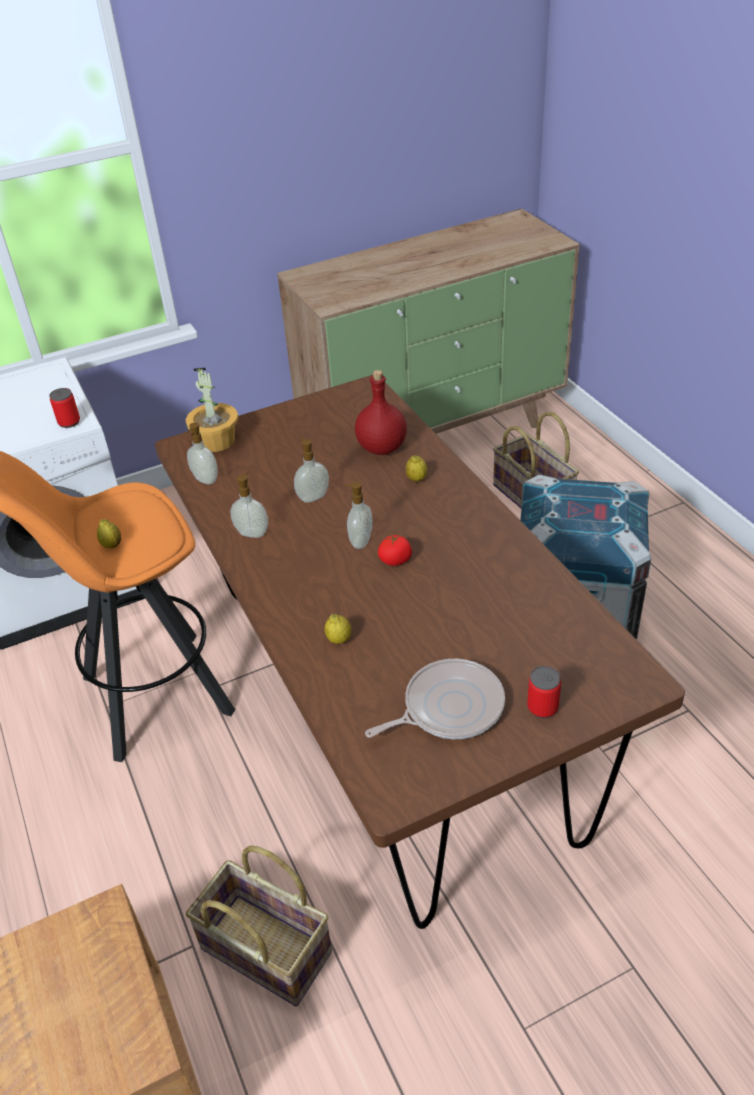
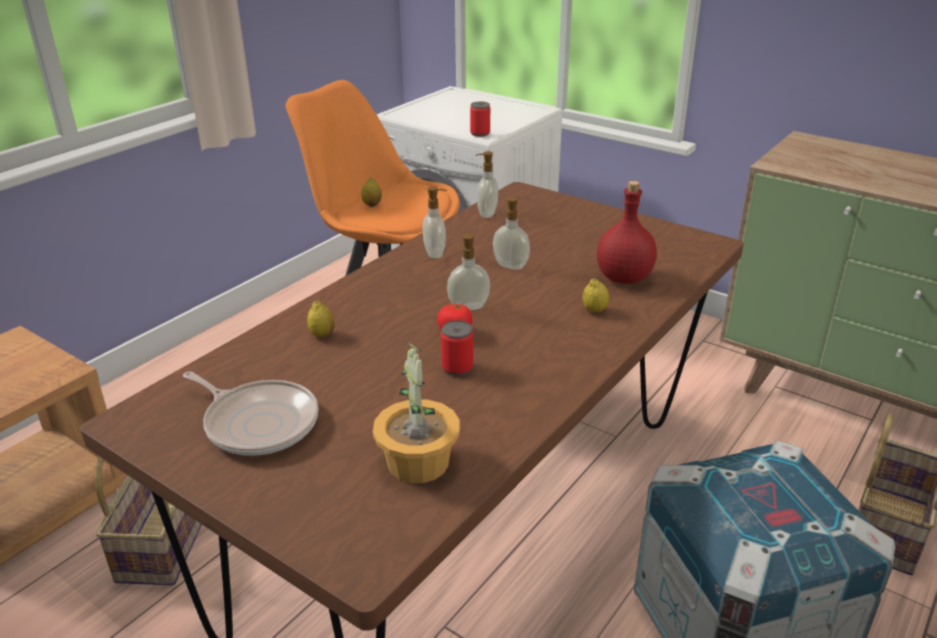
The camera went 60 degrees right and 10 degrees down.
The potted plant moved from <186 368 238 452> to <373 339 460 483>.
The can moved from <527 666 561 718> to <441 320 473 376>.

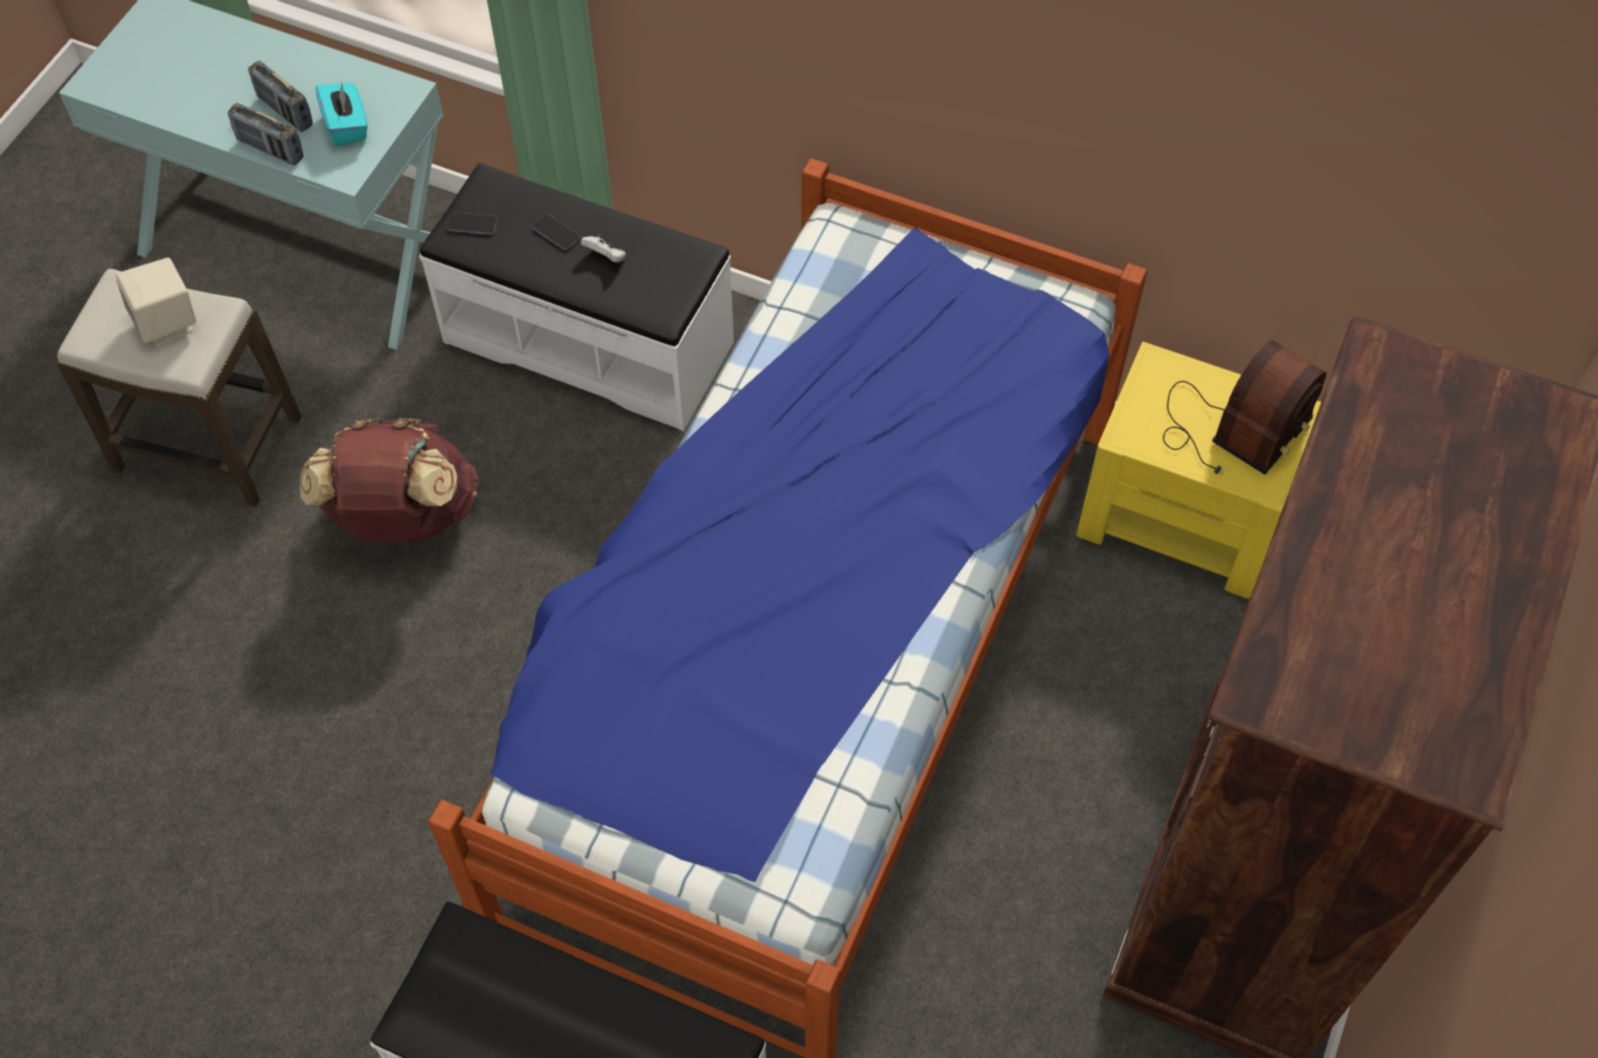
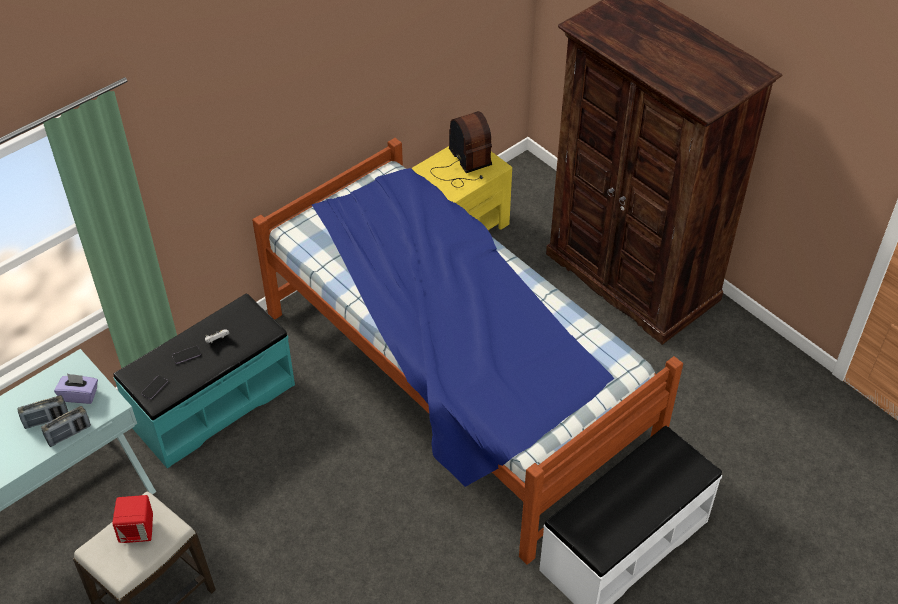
The camera went 65 degrees left and 10 degrees down.
The turquoise tissue box at <316 83 368 146> became the purple tissue box at <54 373 98 404>.
The white bench at <419 163 734 431> became the turquoise bench at <113 294 295 469>.
The beige speaker at <116 258 196 347> became the red speaker at <112 495 153 543>.
The brown backpack at <300 418 478 543> disappeared.

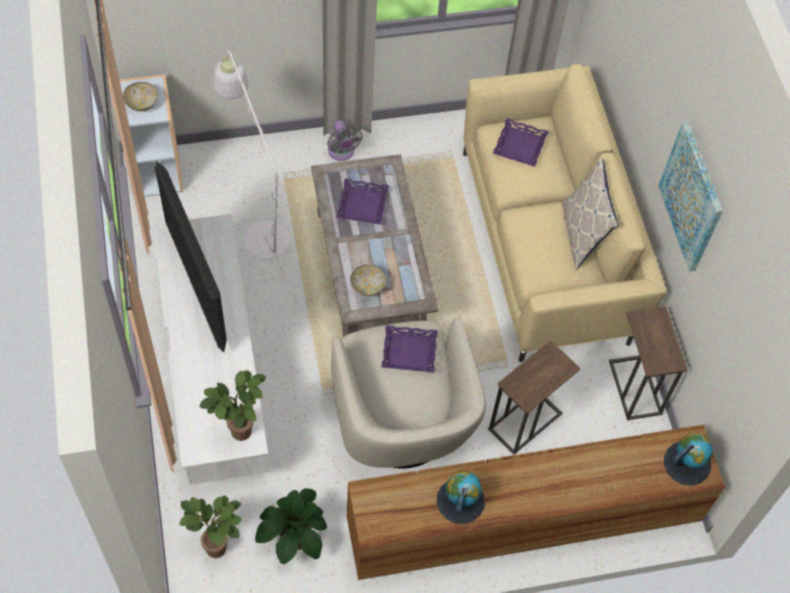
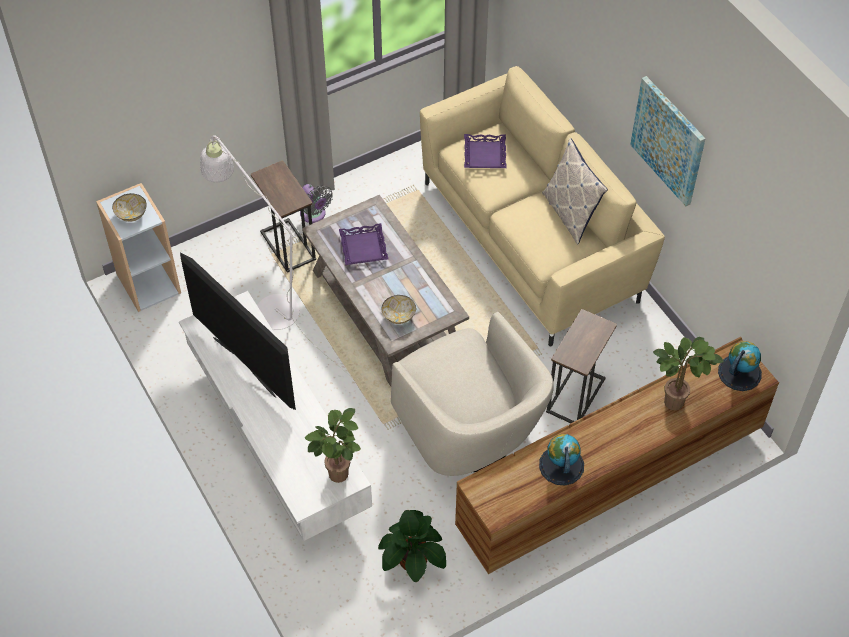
The camera went 15 degrees left and 5 degrees down.
The brown side table moved from <609 306 687 421> to <251 160 316 273>.
The purple tray at <381 325 438 373> disappeared.
The potted plant moved from <179 495 242 558> to <653 337 724 411>.

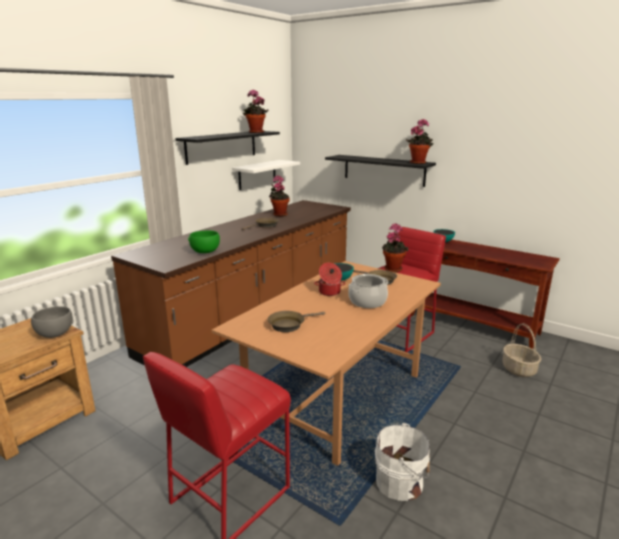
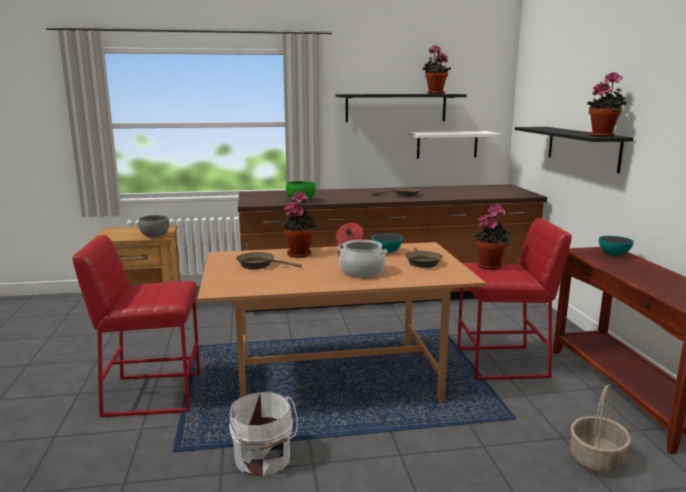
The camera went 45 degrees right and 5 degrees down.
The potted plant moved from <269 175 290 217> to <278 191 319 258>.

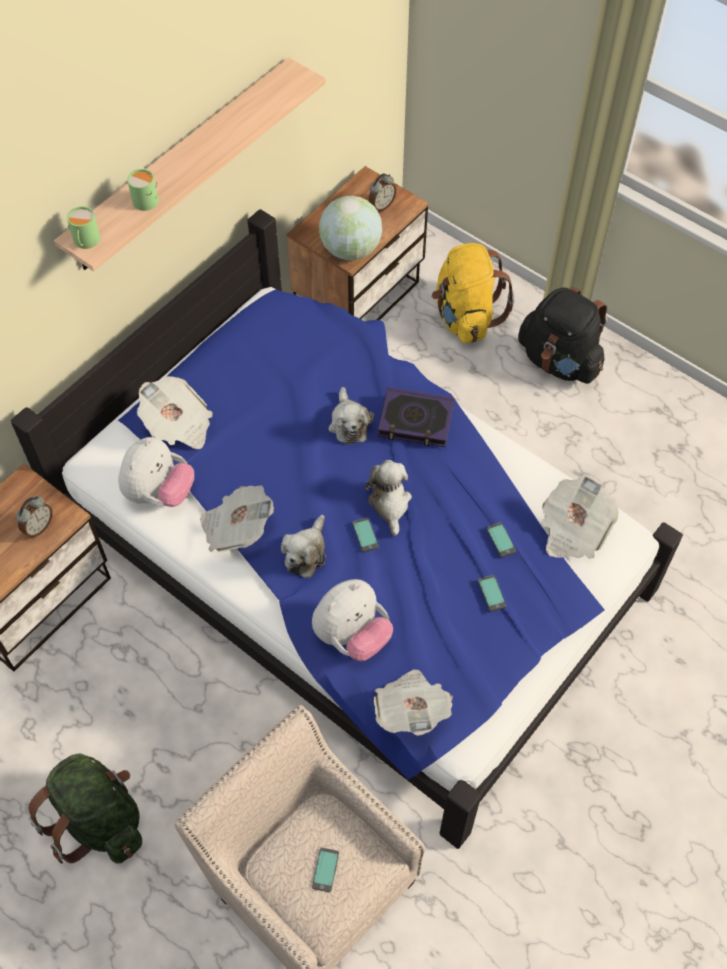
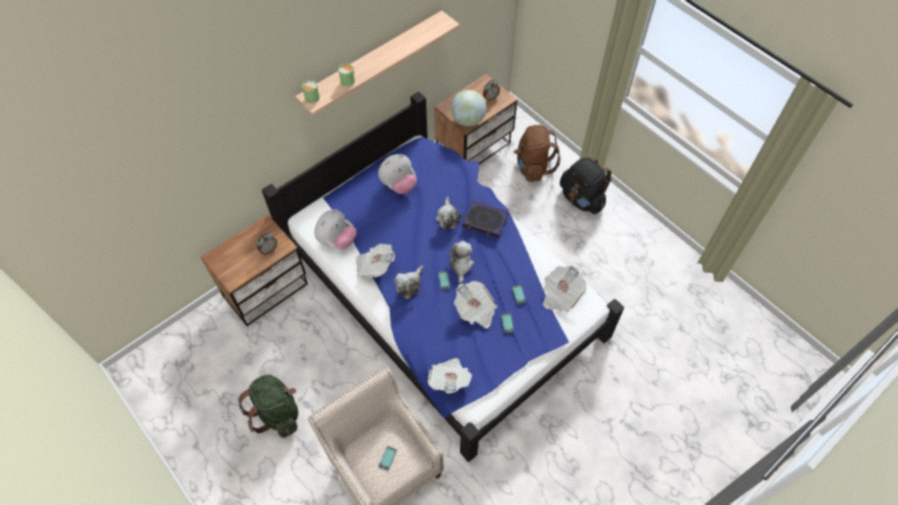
The camera went 10 degrees right and 0 degrees up.
The yellow backpack at <432 243 515 344> became the brown backpack at <514 125 561 182>.
The newspaper moved from <137 376 213 449> to <454 281 497 328>.
The plush toy moved from <312 579 393 661> to <378 154 417 194>.

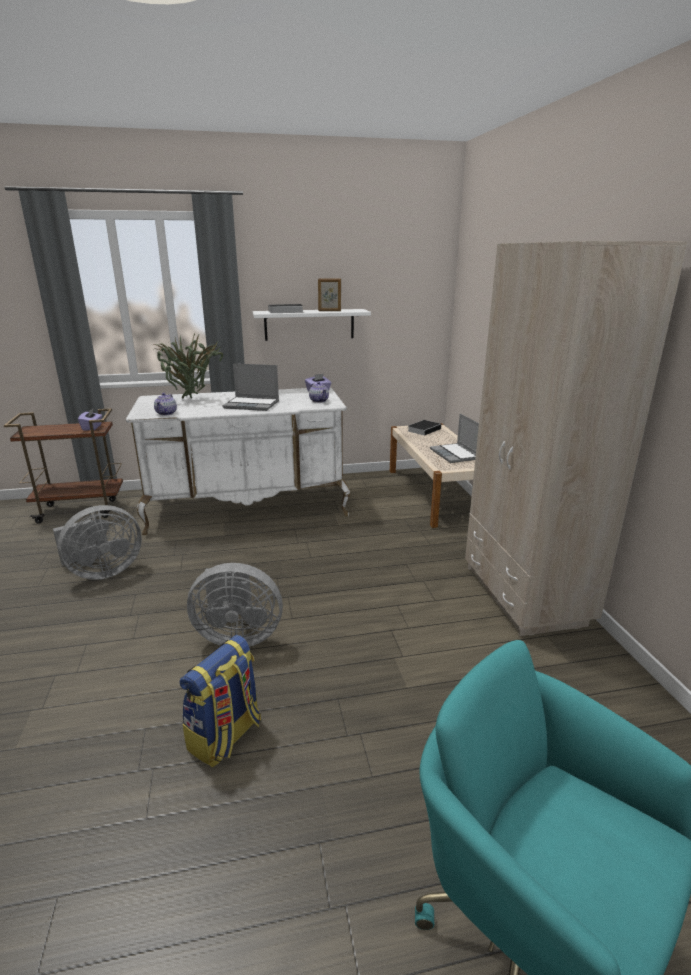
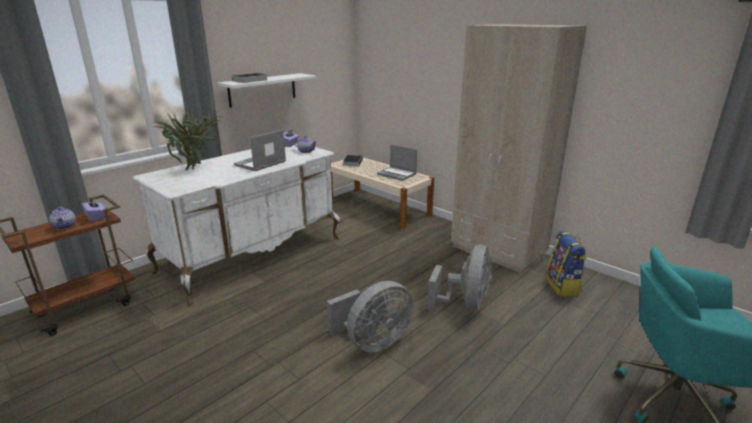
The camera went 35 degrees left and 0 degrees up.
The picture frame at <318 279 341 311> disappeared.
The laptop at <222 363 279 411> turned 150 degrees clockwise.
The teapot moved from <154 393 177 416> to <49 206 76 230>.
The grey fan moved from <53 505 142 580> to <427 244 492 311>.
The backpack moved from <179 635 261 767> to <546 230 587 296>.

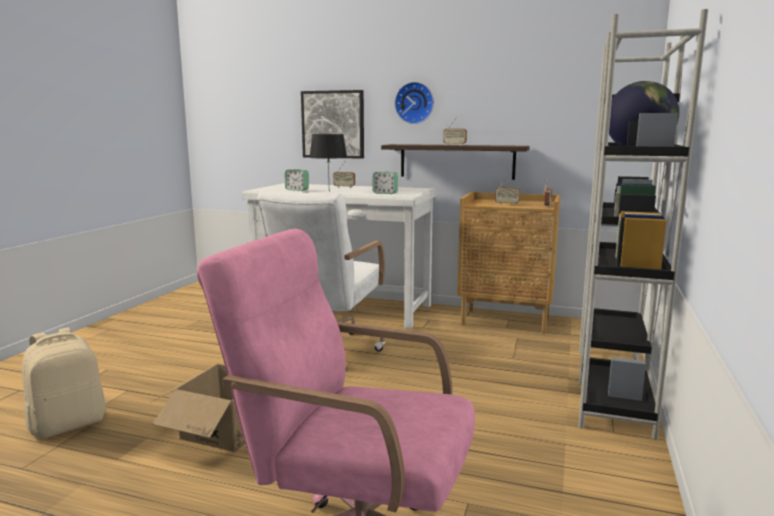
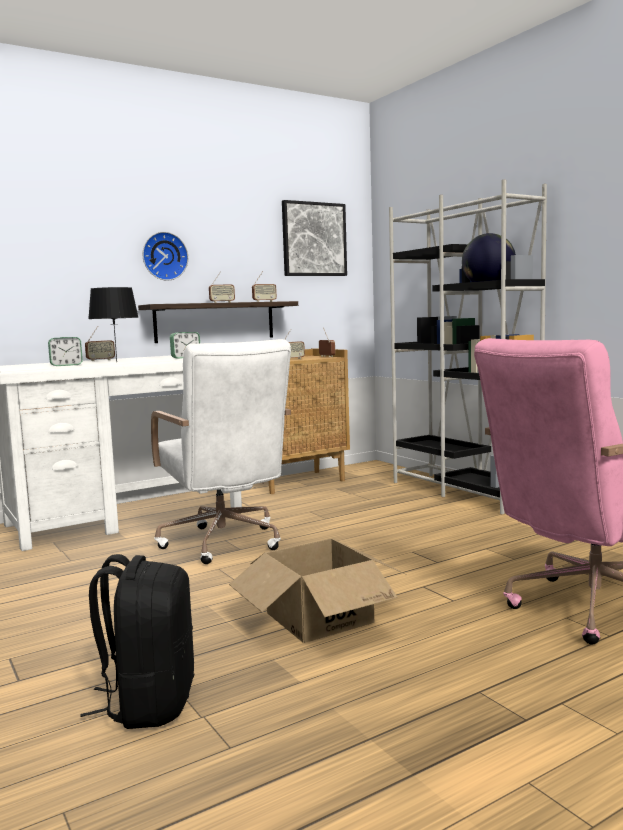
The camera went 50 degrees left and 5 degrees down.
The picture moved from <301 90 364 159> to <282 200 347 276>.
The beige backpack at <22 328 106 439> became the black backpack at <80 554 194 729>.
The radio at <252 271 277 302> appeared.

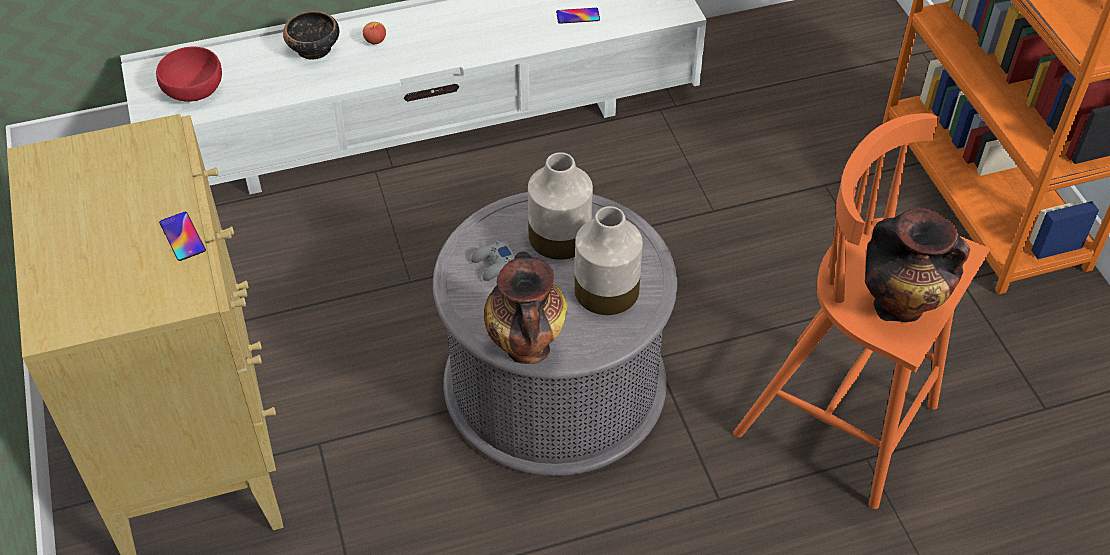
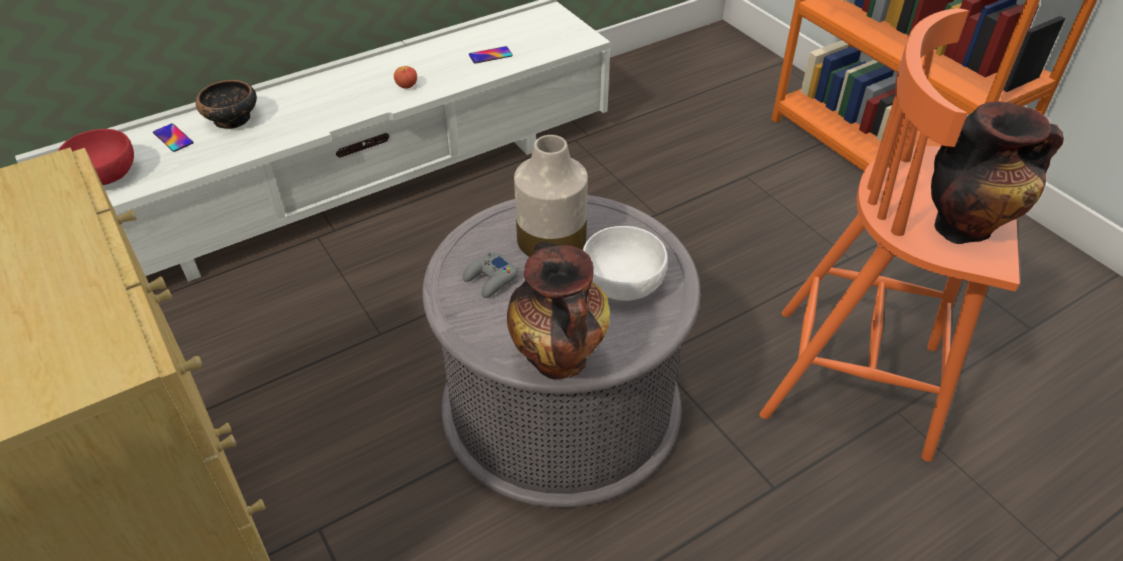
The camera went 15 degrees left and 5 degrees down.
The apple moved from <363 22 386 44> to <394 66 417 89>.
The beige vase at <574 206 643 315> was replaced by the white bowl at <583 226 668 301>.
The phone moved from <159 212 206 261> to <153 123 194 152>.

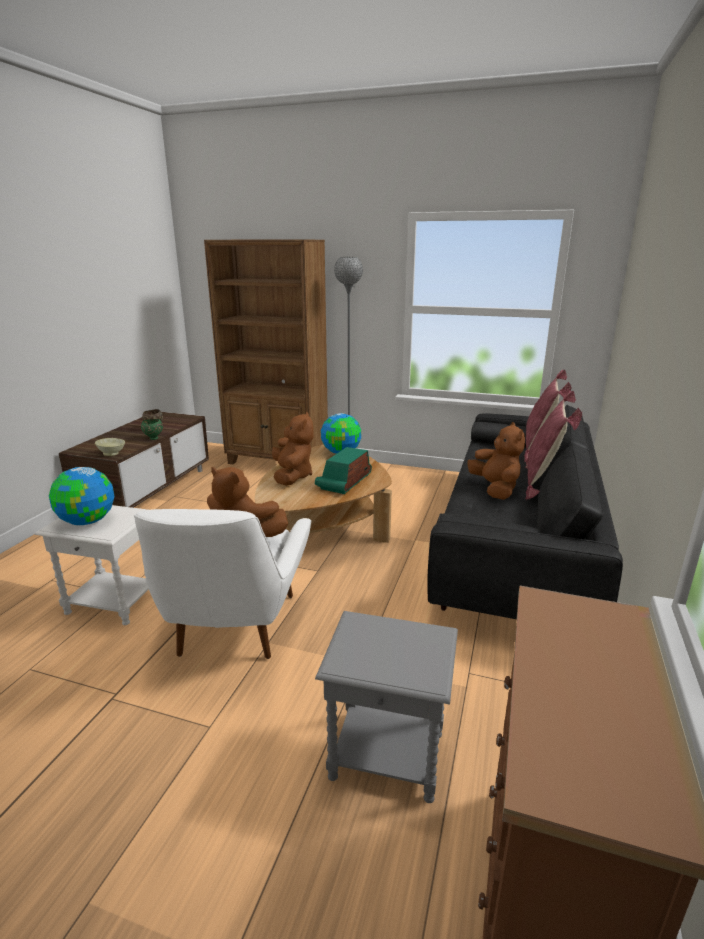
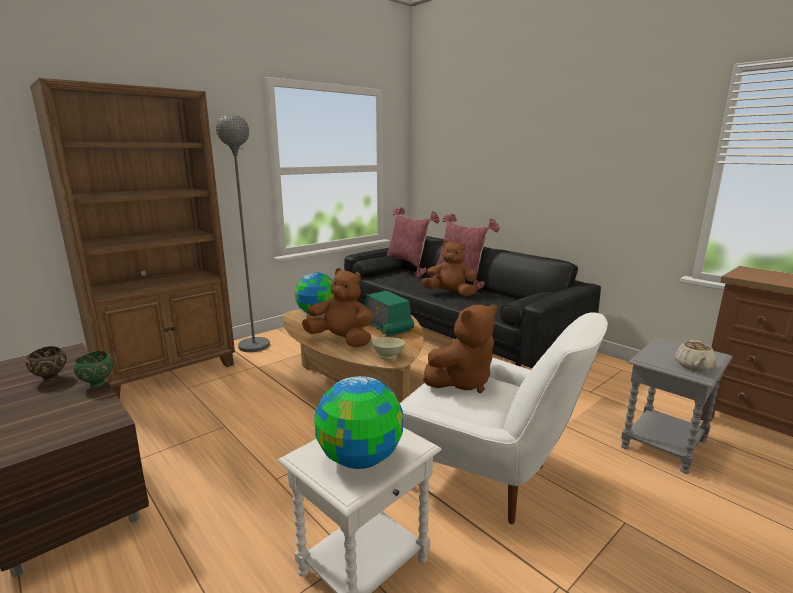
The camera went 60 degrees left and 5 degrees down.
The beige bowl moved from <95 438 125 456> to <372 337 405 360>.
The beige teapot at <675 340 716 371> appeared.

